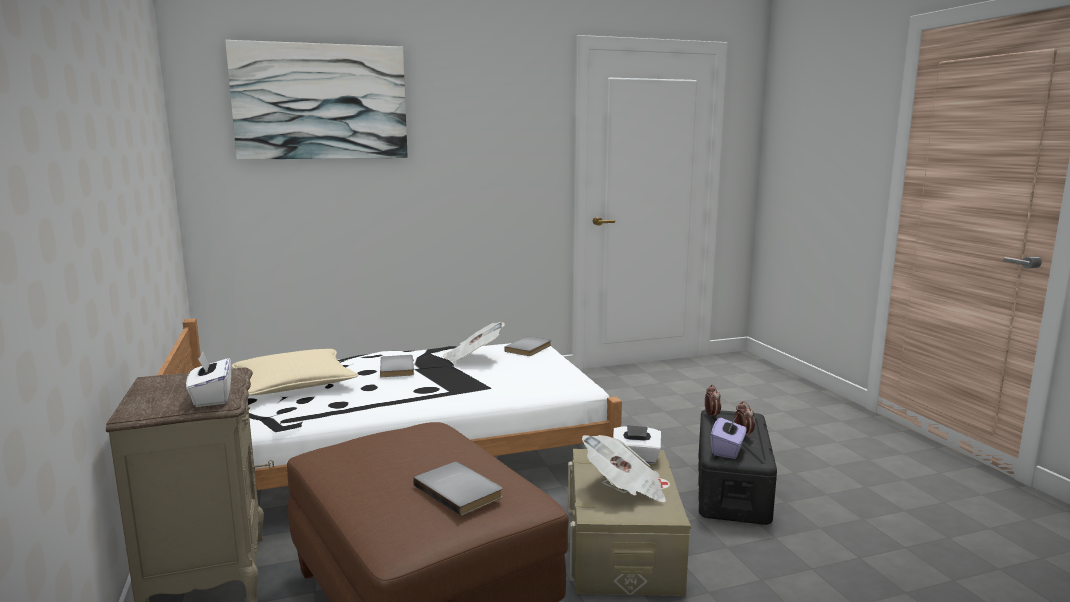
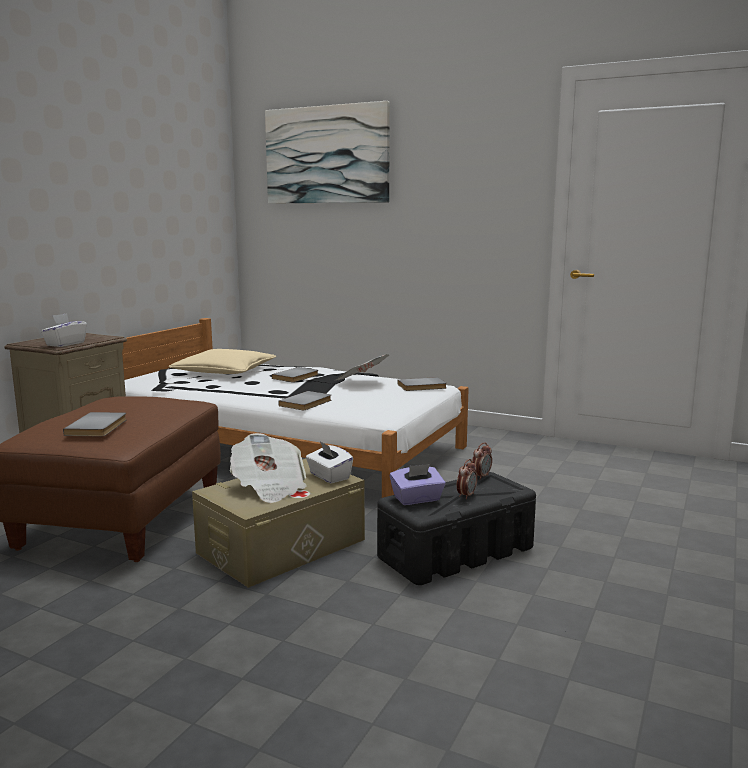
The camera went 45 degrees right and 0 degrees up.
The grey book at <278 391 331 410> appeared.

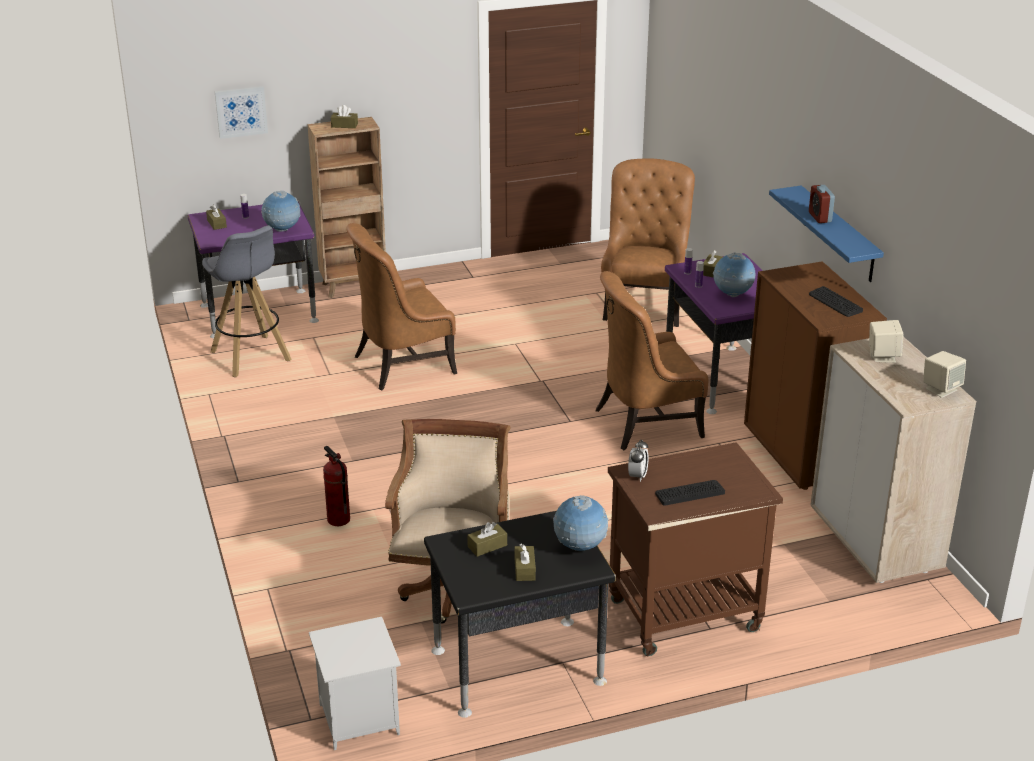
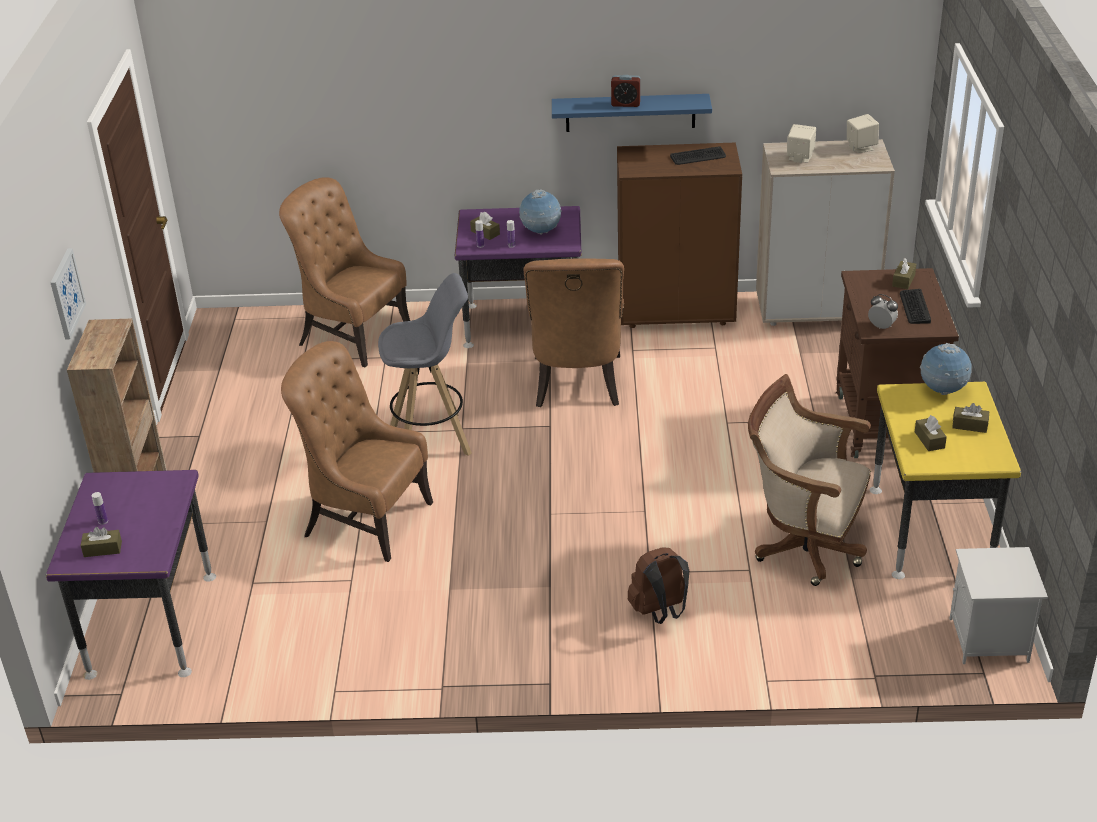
The camera went 70 degrees left and 5 degrees up.
The picture moved from <215 86 268 139> to <51 248 86 339>.
The brown tissue box moved from <331 105 358 128> to <892 258 916 289>.
The globe at <261 191 300 232> disappeared.
The brown chair at <346 223 457 390> turned 120 degrees clockwise.
The grey stool moved from <202 226 291 377> to <378 273 472 456>.
The fire extinguisher at <323 446 350 526> was replaced by the brown backpack at <628 548 689 624>.
The black desk at <424 511 616 718> became the yellow desk at <869 382 1021 579>.

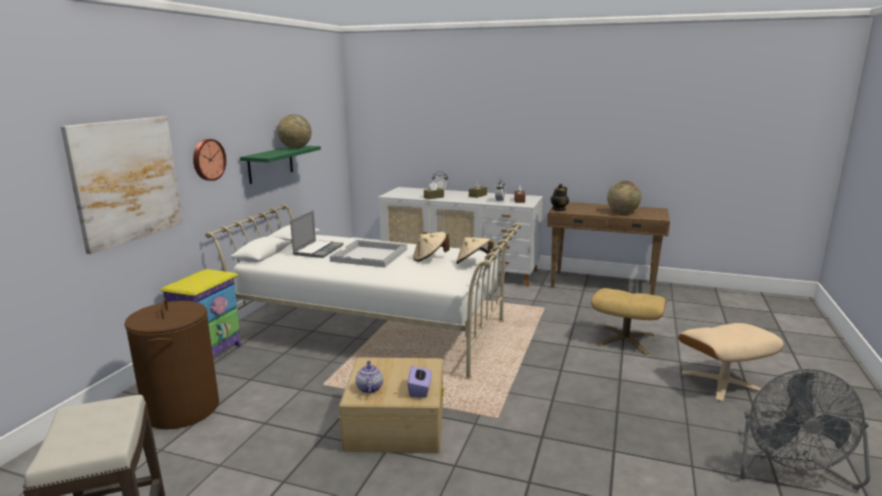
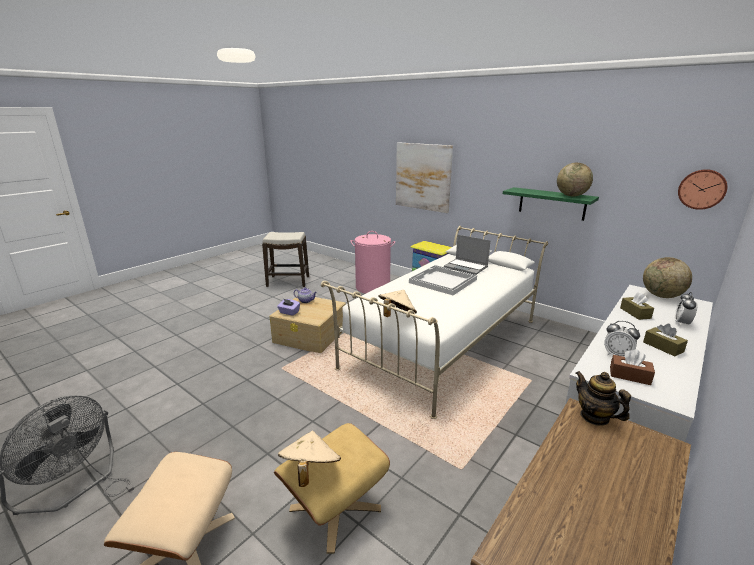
The camera went 110 degrees right and 5 degrees up.
The wall clock moved from <193 139 226 181> to <678 169 728 210>.
The globe moved from <607 181 642 214> to <643 257 692 298>.
The beige hat moved from <413 232 449 262> to <278 431 341 487>.
The brown laundry basket at <124 298 219 429> became the pink laundry basket at <350 231 395 294>.

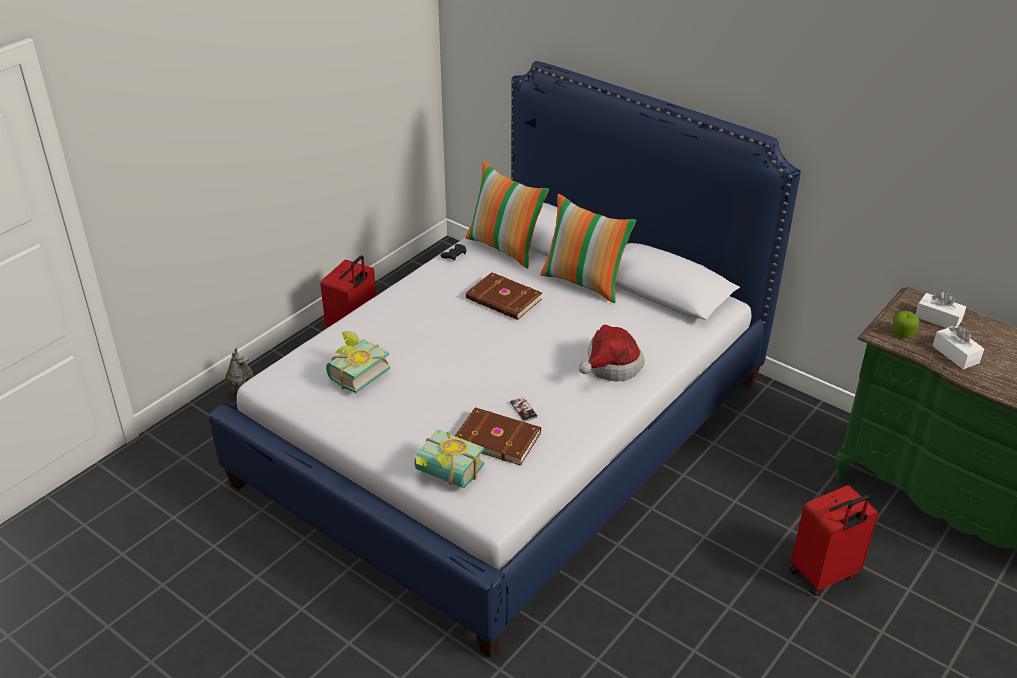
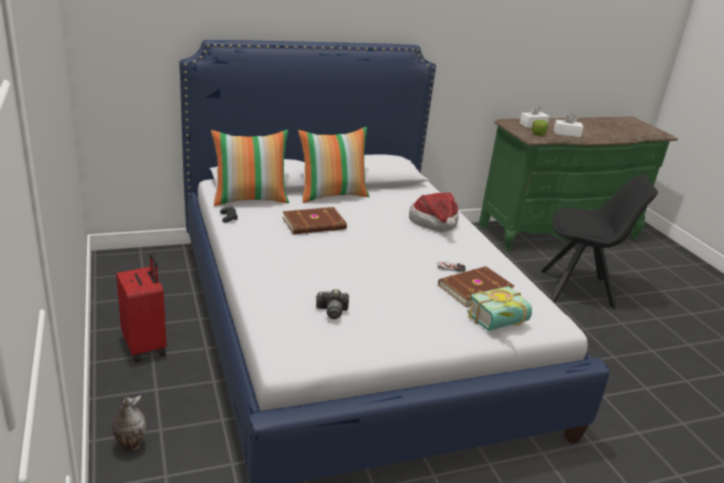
The camera went 60 degrees left and 10 degrees down.
The book at <326 331 390 393> was replaced by the photo camera at <316 289 349 319>.
The red suitcase at <790 485 879 596> was replaced by the black chair at <541 174 658 309>.

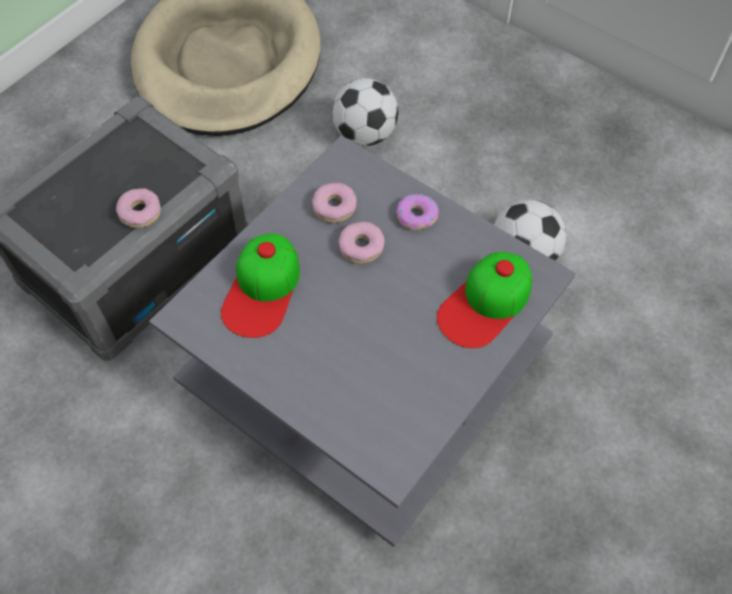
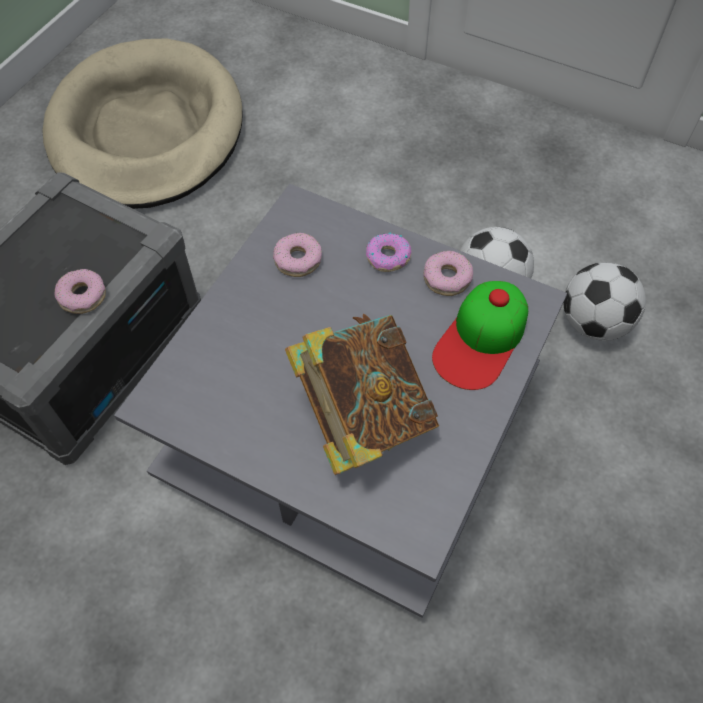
The camera went 10 degrees left and 0 degrees up.
The football moved from <332 78 398 146> to <563 262 646 341>.
The donut moved from <338 222 384 264> to <423 251 473 296>.
The cap at <221 234 300 338> disappeared.
The book at <285 314 439 475> appeared.

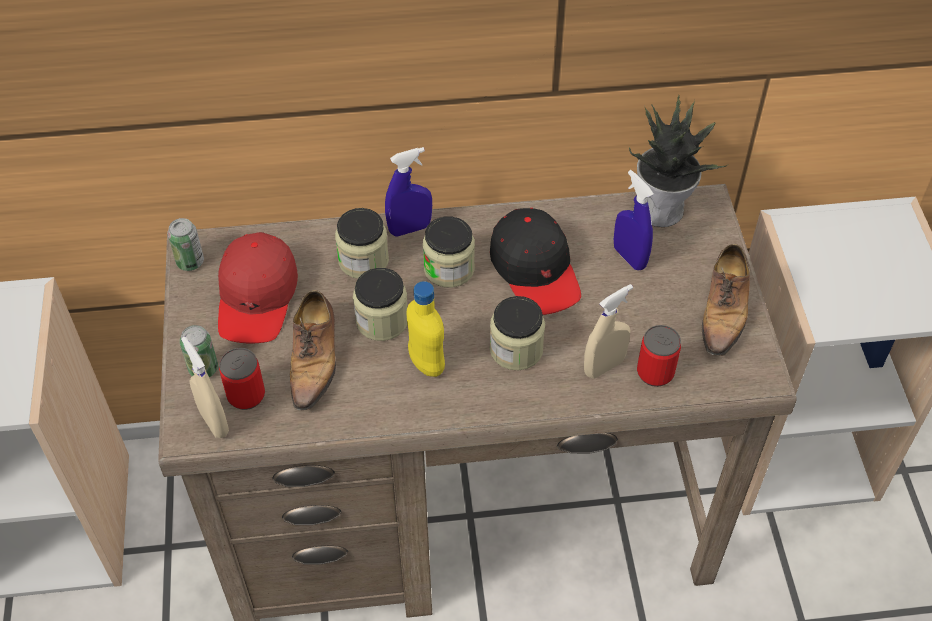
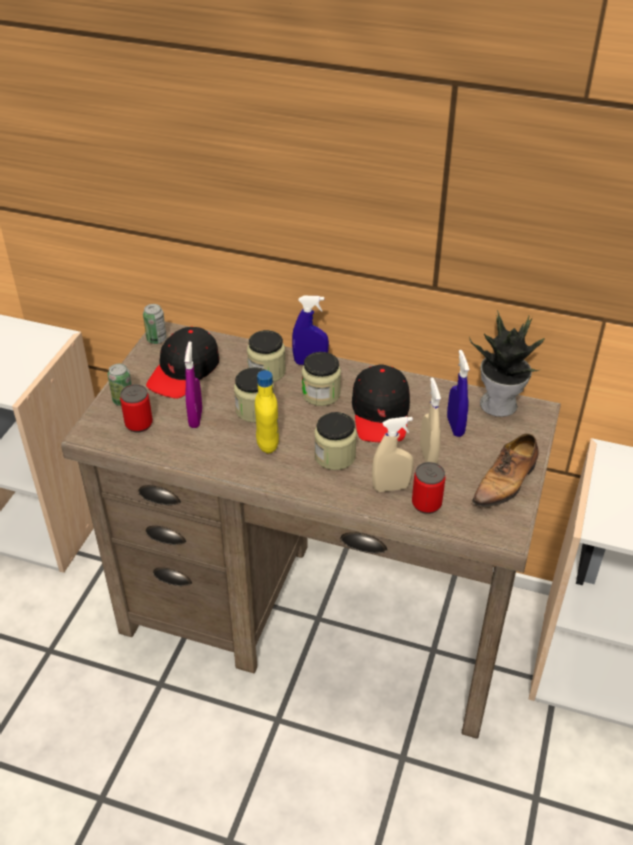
The camera went 25 degrees right and 10 degrees down.
The red cap at <218 232 298 344> became the black cap at <146 327 219 399>.
The shoe at <290 290 336 410> was replaced by the purple spray bottle at <185 341 202 428>.
The beige spray bottle moved from <181 337 229 438> to <420 377 441 463>.

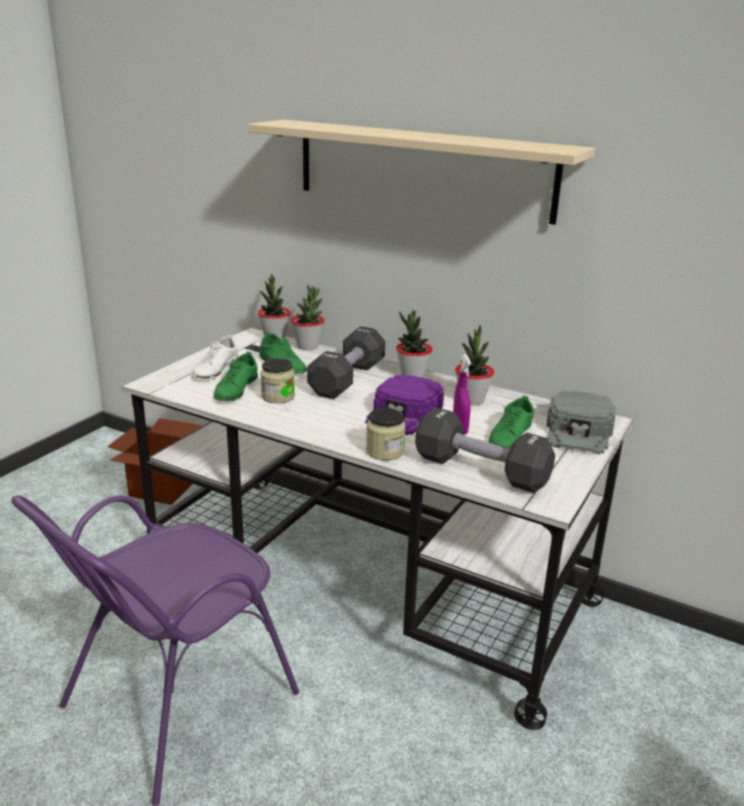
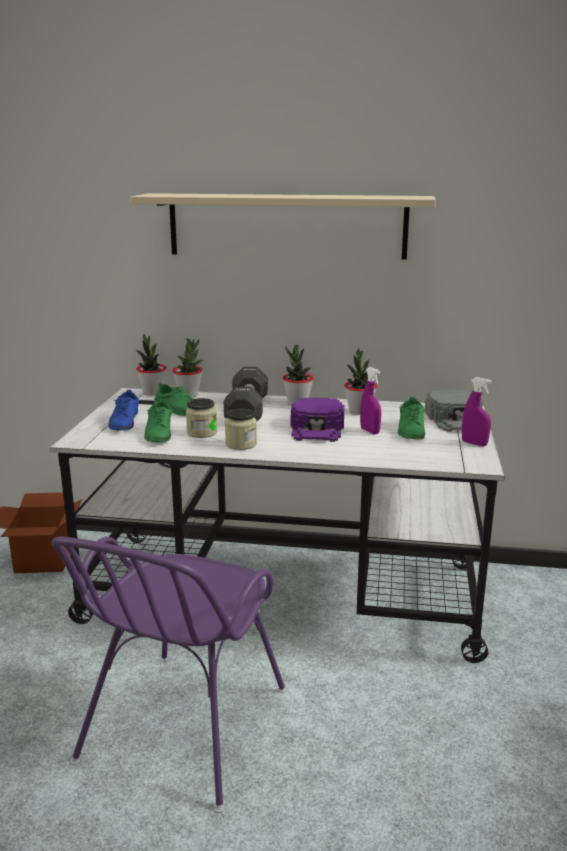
The camera went 20 degrees left and 5 degrees down.
The white shoe at <192 335 239 380> became the blue shoe at <109 390 139 431>.
The black dumbbell at <415 407 555 493> disappeared.
The jar moved from <366 408 406 460> to <225 408 257 450>.
The purple spray bottle at <462 377 492 446> appeared.

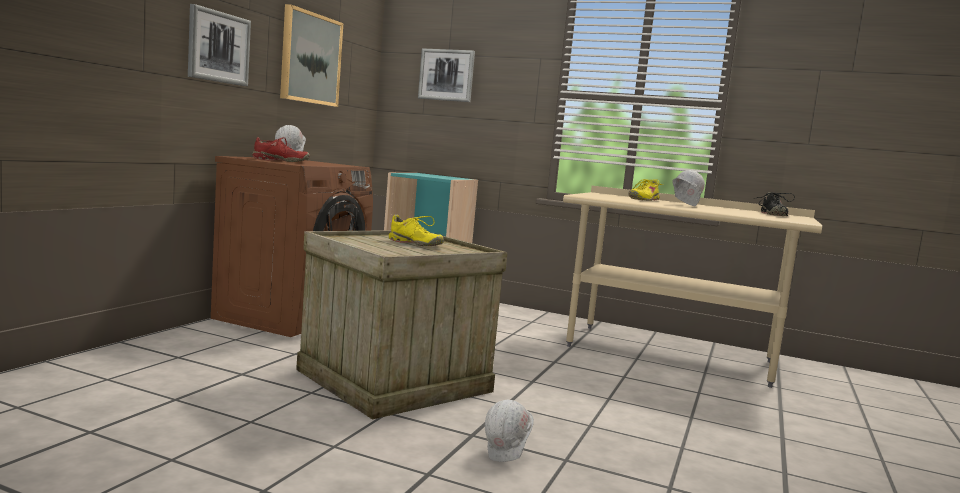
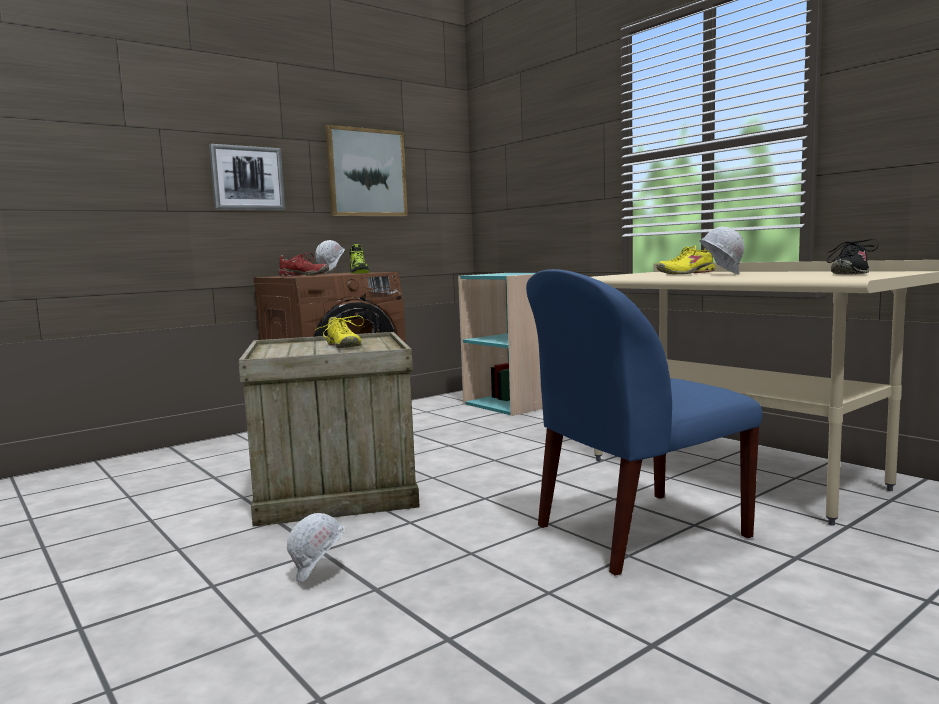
The camera went 30 degrees right and 0 degrees up.
The picture at <418 48 475 102> disappeared.
The shoe at <350 244 369 274> appeared.
The blue chair at <526 269 762 576> appeared.

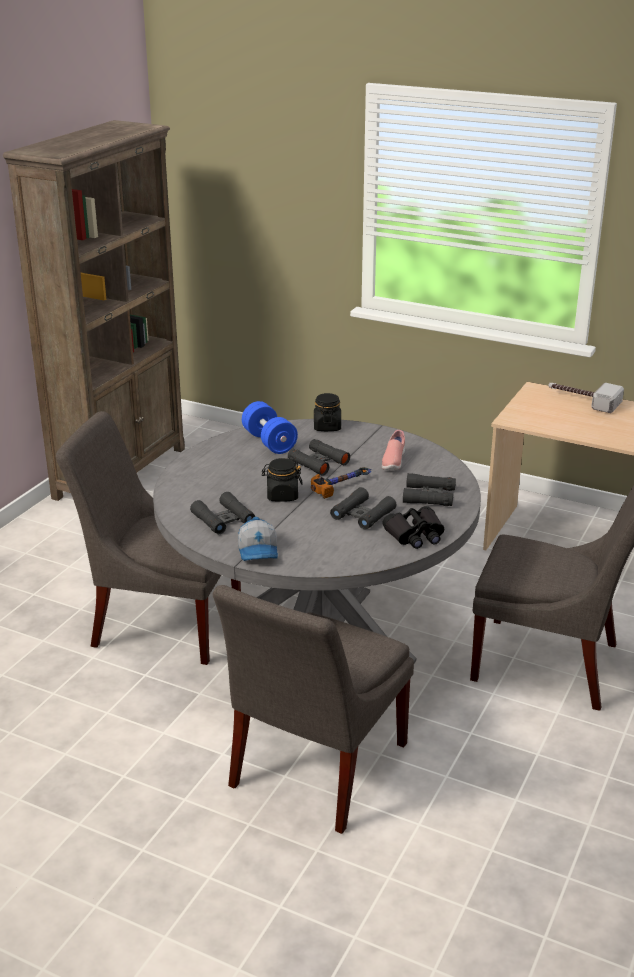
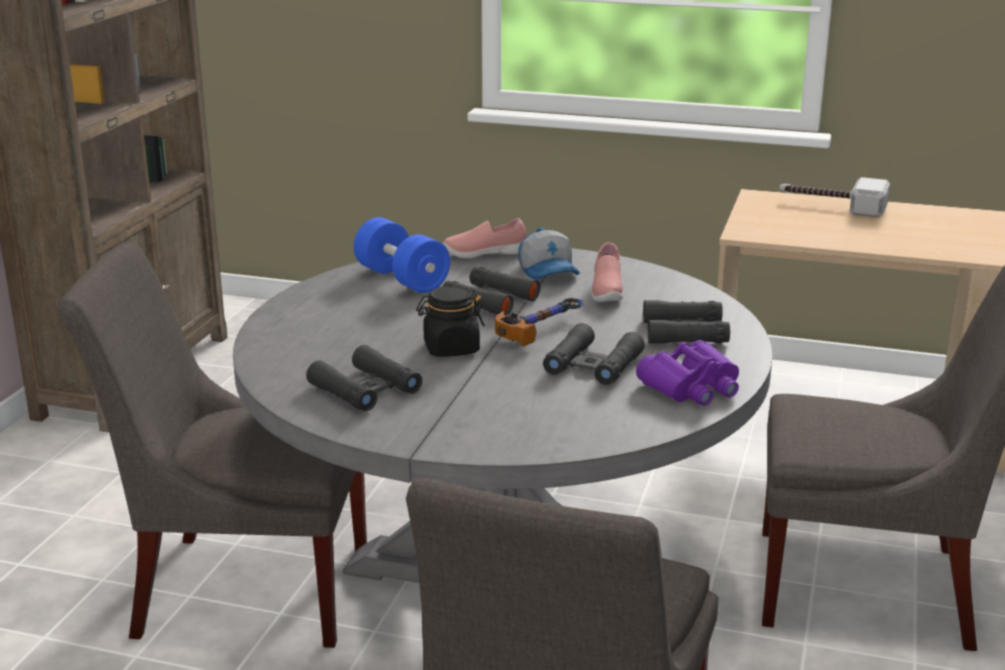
The camera went 10 degrees left and 5 degrees down.
The black jar at <314 393 341 431> was replaced by the pink shoe at <443 218 526 258>.
The black binoculars at <382 506 444 549> became the purple binoculars at <636 340 739 406>.
The cap moved from <238 517 278 561> to <519 227 579 280>.

